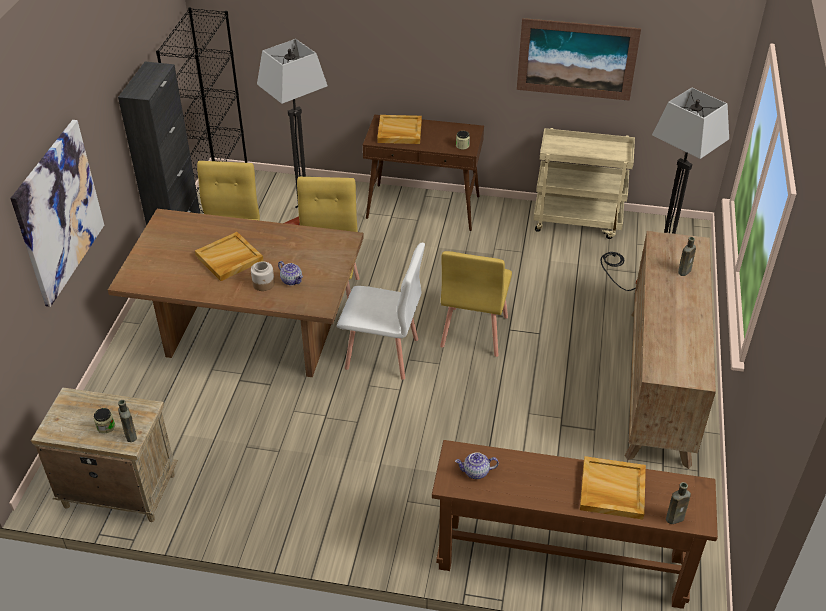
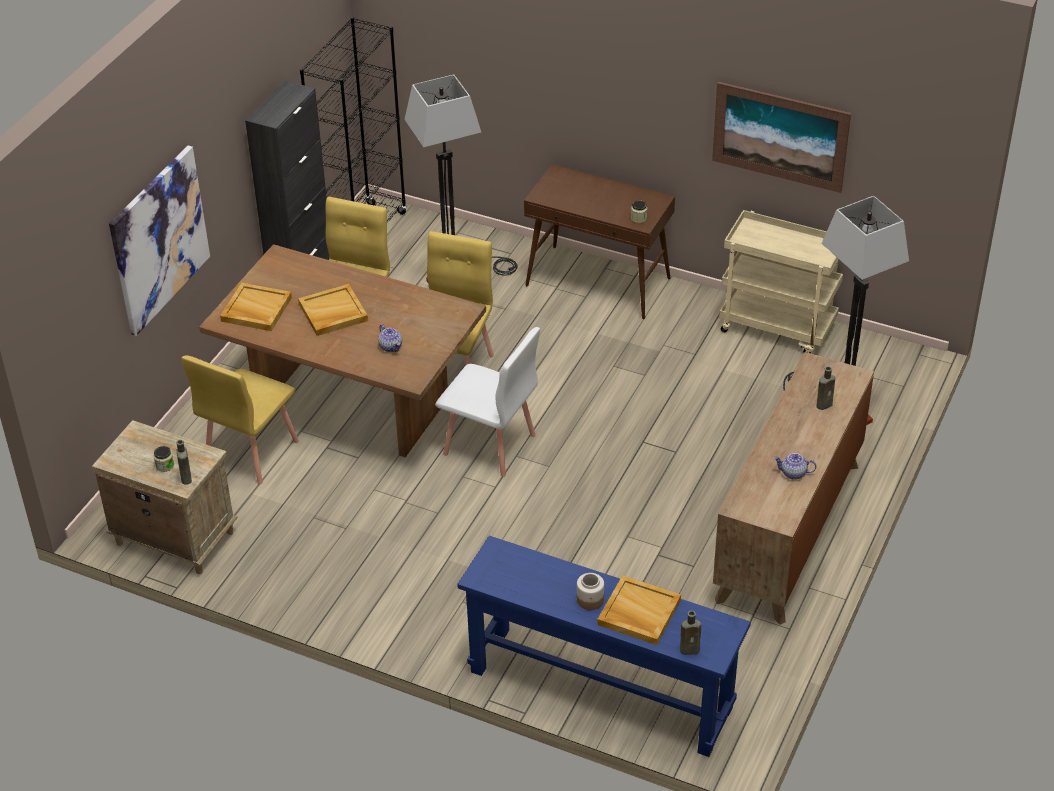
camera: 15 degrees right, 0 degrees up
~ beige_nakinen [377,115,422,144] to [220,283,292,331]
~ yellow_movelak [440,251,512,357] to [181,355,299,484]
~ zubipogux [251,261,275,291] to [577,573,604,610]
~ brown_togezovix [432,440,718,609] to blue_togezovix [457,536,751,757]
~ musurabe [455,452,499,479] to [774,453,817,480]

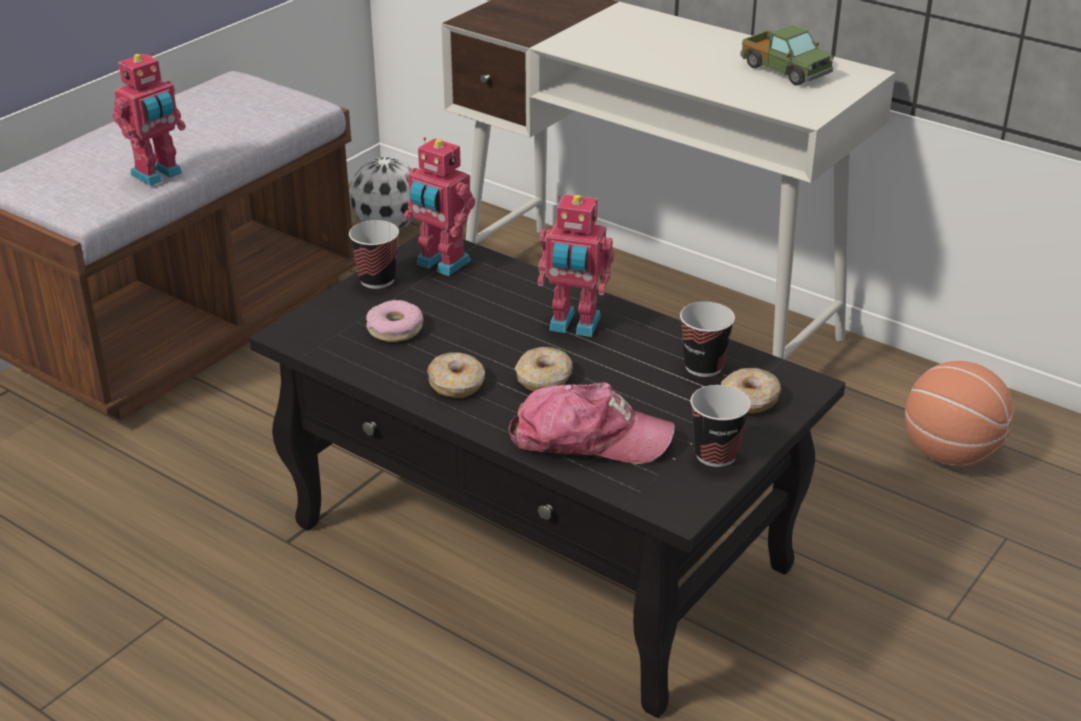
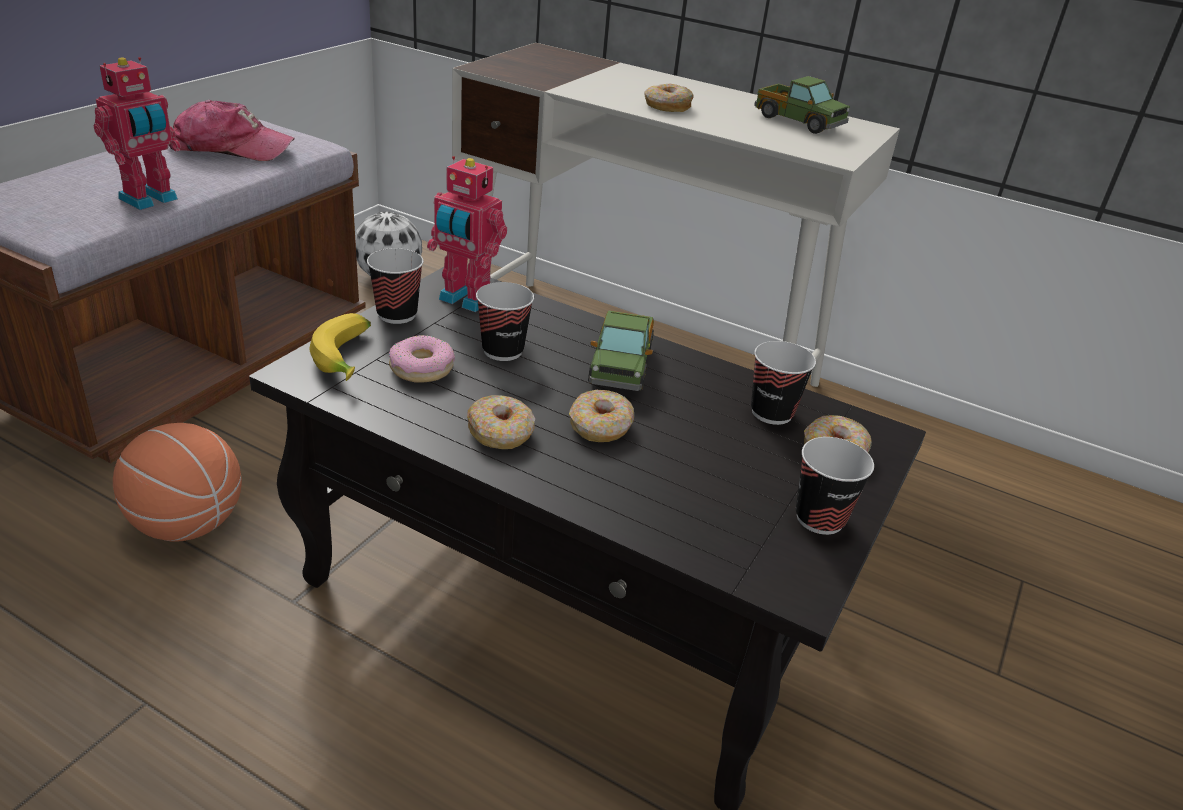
camera: 10 degrees left, 0 degrees up
~ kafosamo [538,194,614,337] to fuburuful [588,310,654,391]
~ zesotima [905,361,1014,467] to [113,423,242,542]
~ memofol [508,382,675,464] to [168,100,295,161]
+ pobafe [644,84,694,112]
+ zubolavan [476,282,534,361]
+ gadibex [309,313,371,381]

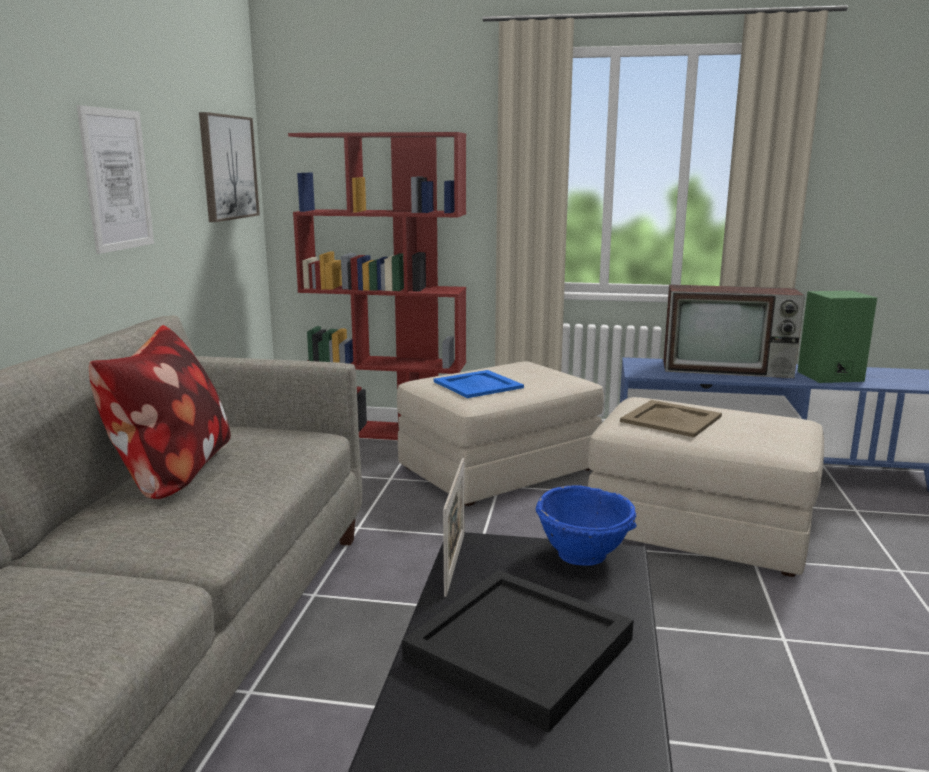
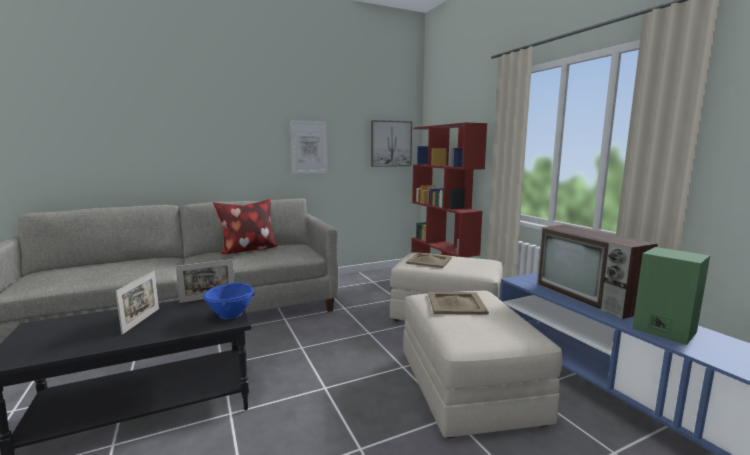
camera: 55 degrees right, 5 degrees down
~ blue_nakinen [434,370,524,398] to beige_nakinen [406,253,452,268]
~ black_nakinen [402,570,634,732] to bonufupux [115,271,159,335]

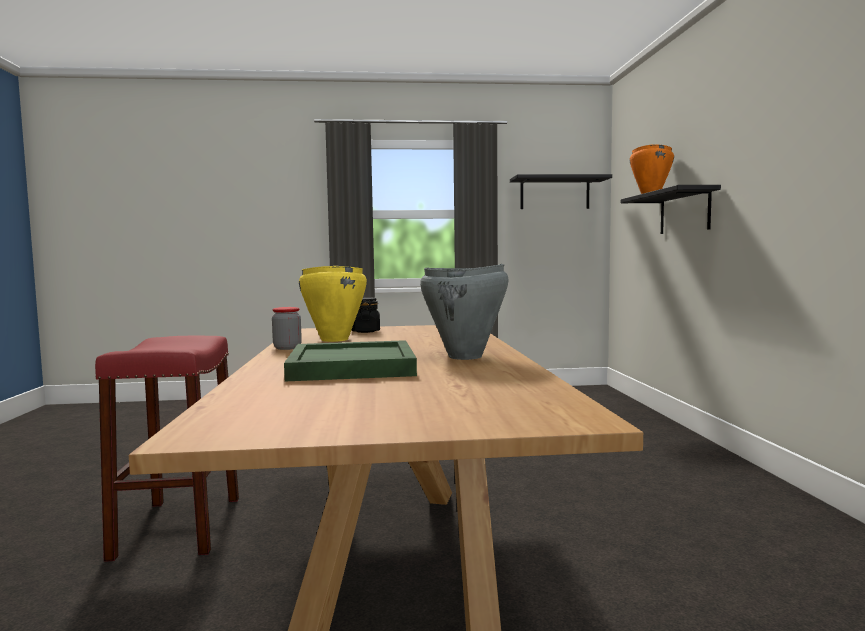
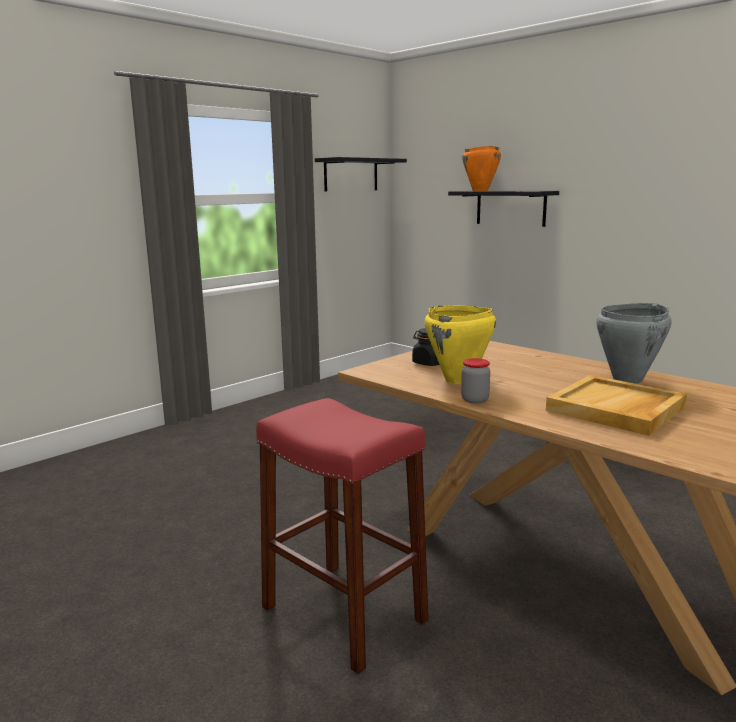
camera: 40 degrees left, 10 degrees up
~ green_nakinen [284,340,417,381] to beige_nakinen [546,375,687,436]

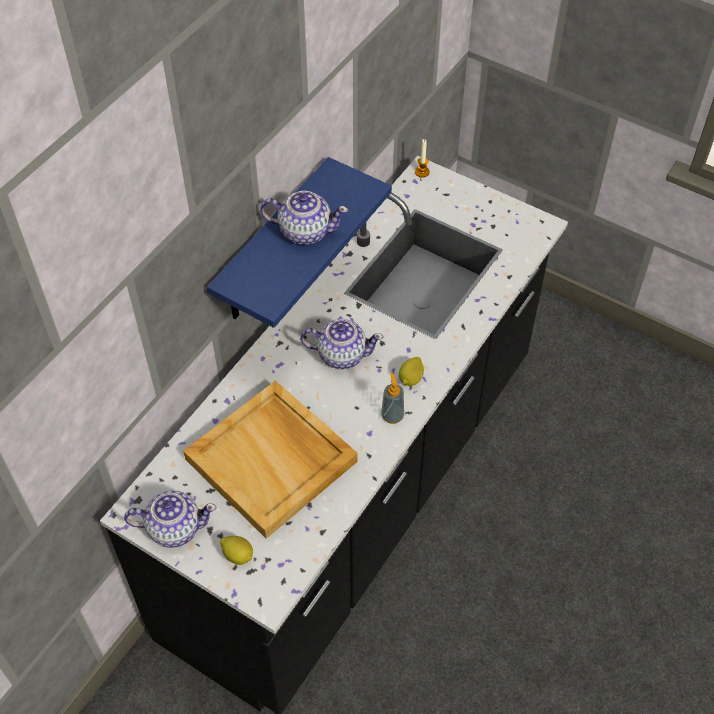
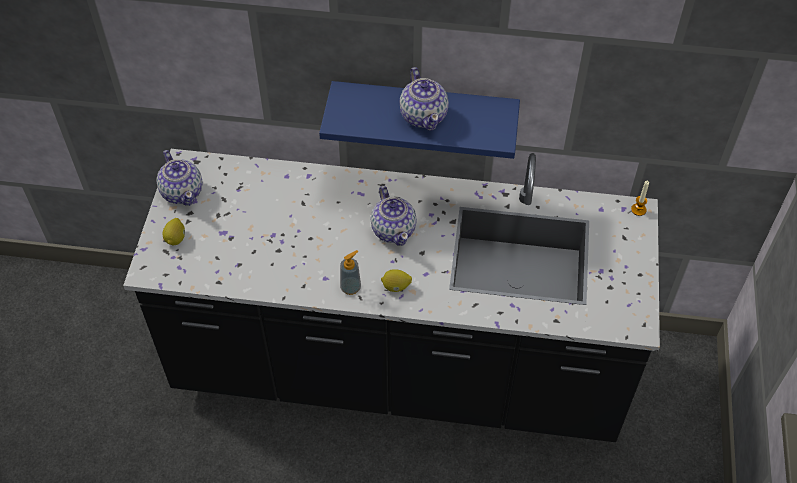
camera: 65 degrees right, 0 degrees up
- beige_nakinen [183,380,358,539]

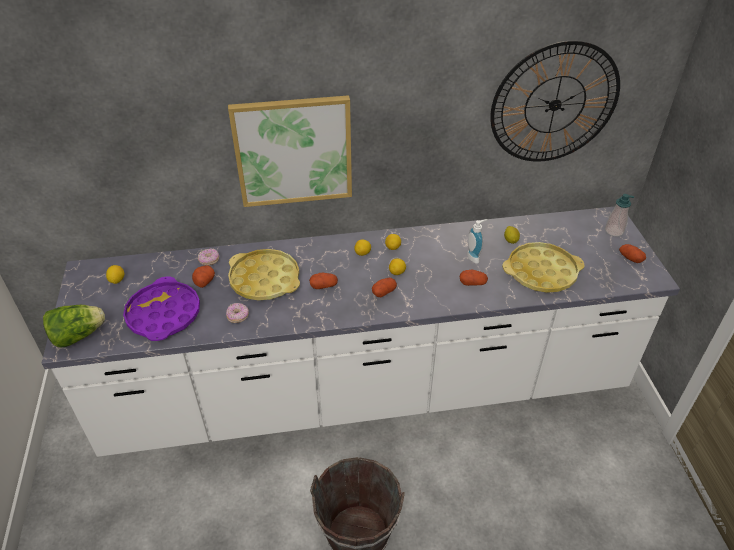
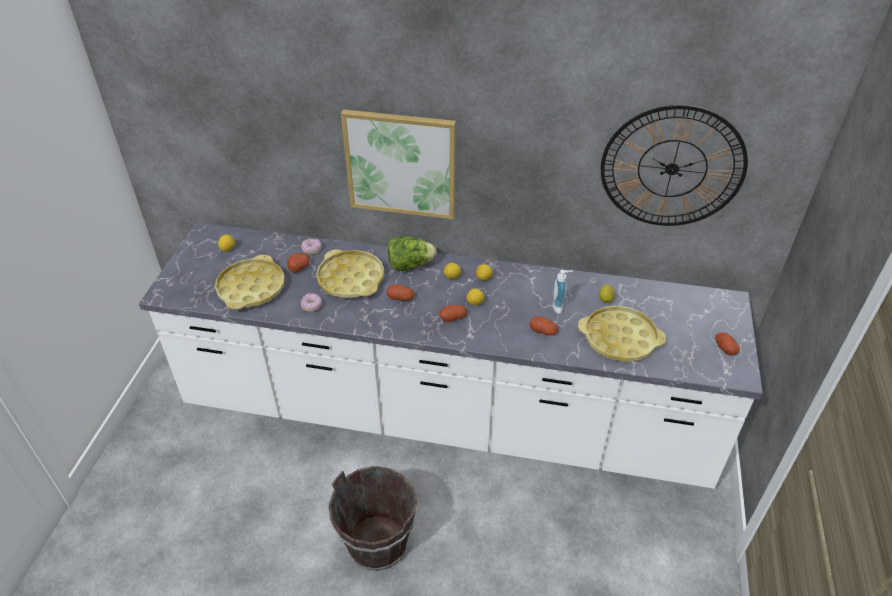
camera: 20 degrees right, 0 degrees up
- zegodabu [605,194,634,236]
~ purple_nakinen [123,277,200,341] to yellow_nakinen [215,255,285,309]
~ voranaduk [43,305,105,348] to [388,237,437,271]

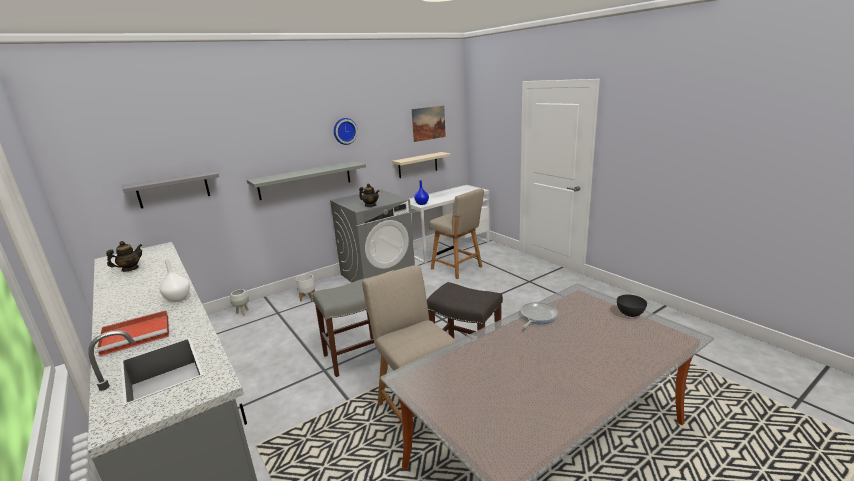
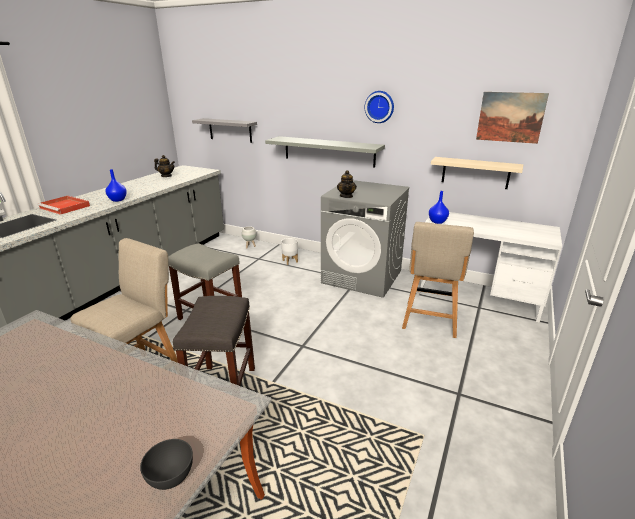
camera: 60 degrees right, 5 degrees up
~ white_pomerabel [159,259,190,302] to blue_pomerabel [105,169,127,202]
- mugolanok [520,302,558,328]

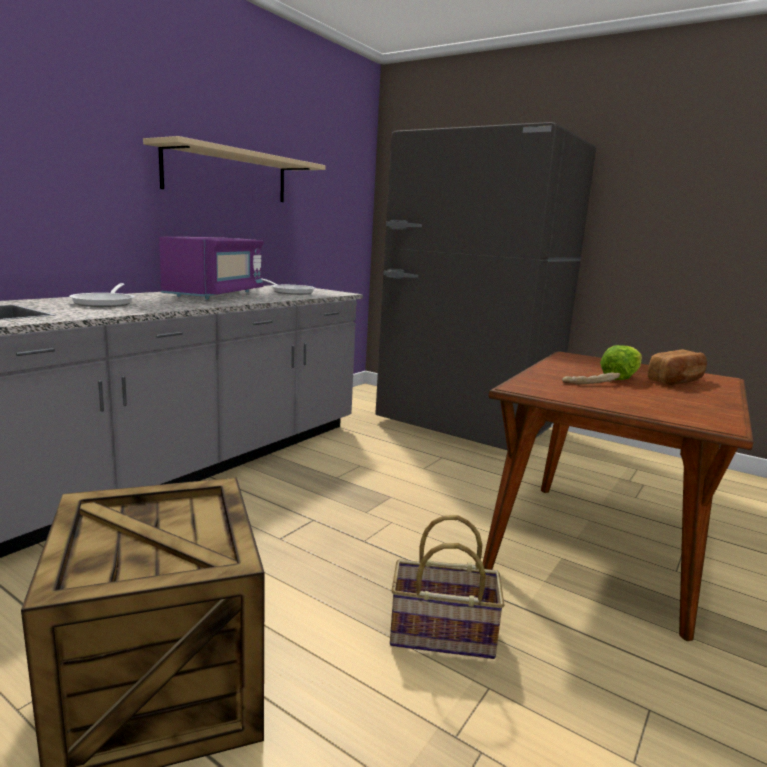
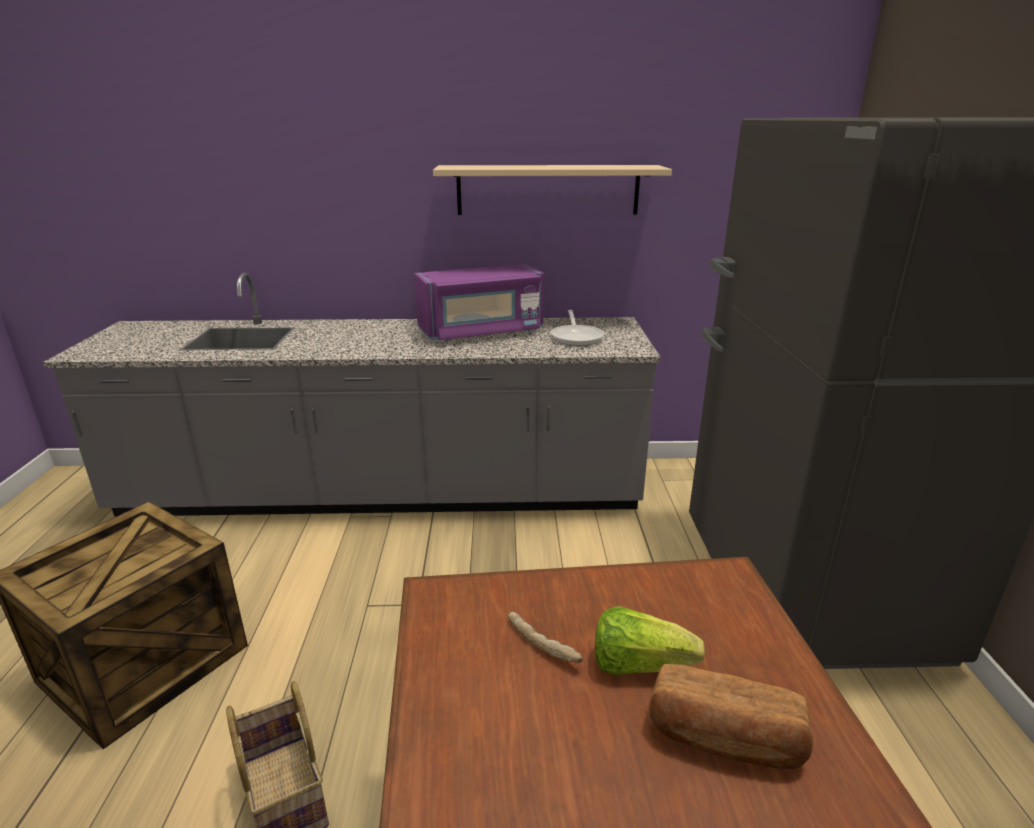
camera: 55 degrees right, 10 degrees up
- mugolanok [69,283,134,307]

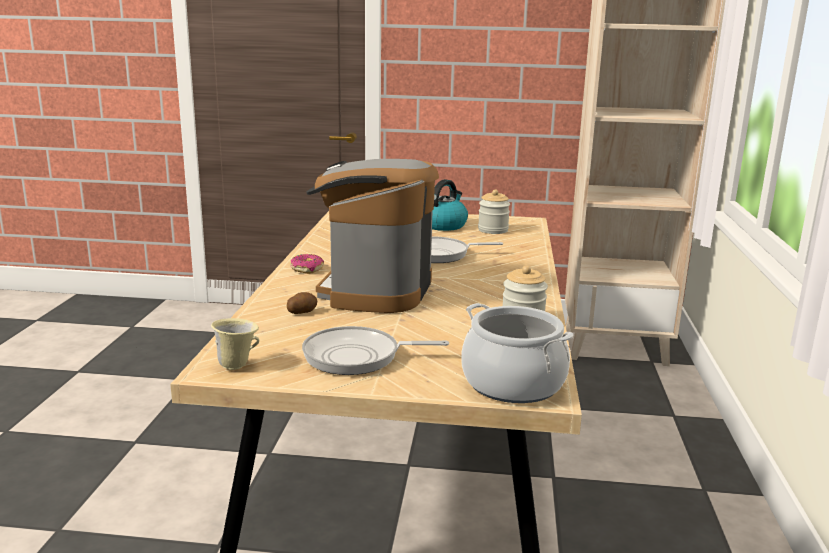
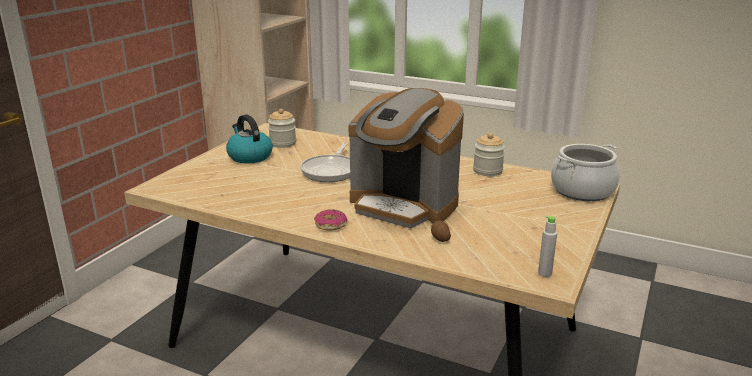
camera: 70 degrees left, 5 degrees up
~ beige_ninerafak [211,318,259,370] to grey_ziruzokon [538,216,557,277]
- mugolanok [302,326,449,375]

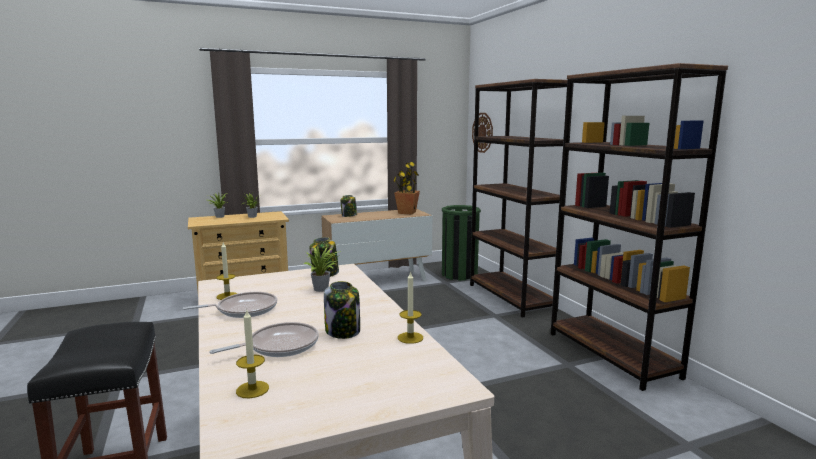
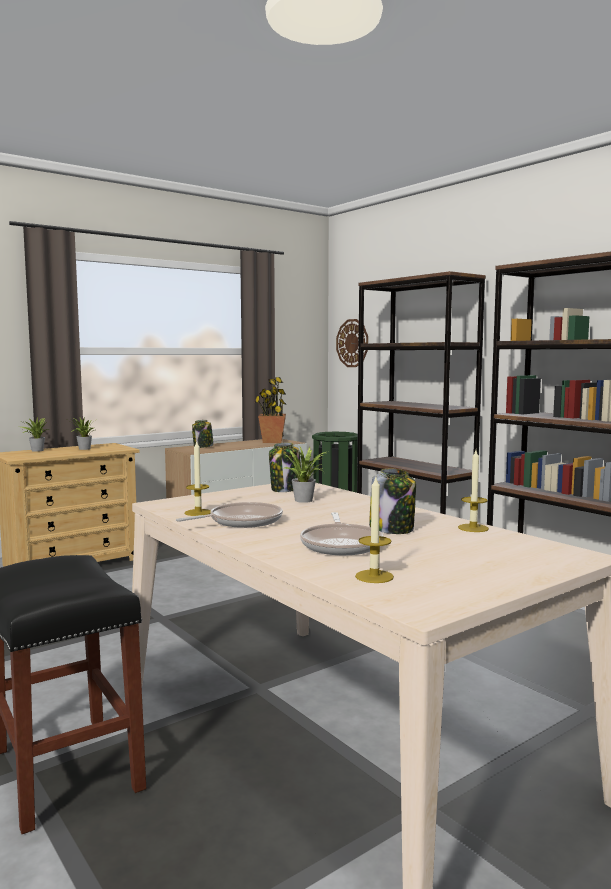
camera: 15 degrees left, 5 degrees down
~ mugolanok [209,322,319,357] = [300,512,383,556] 135 degrees clockwise

